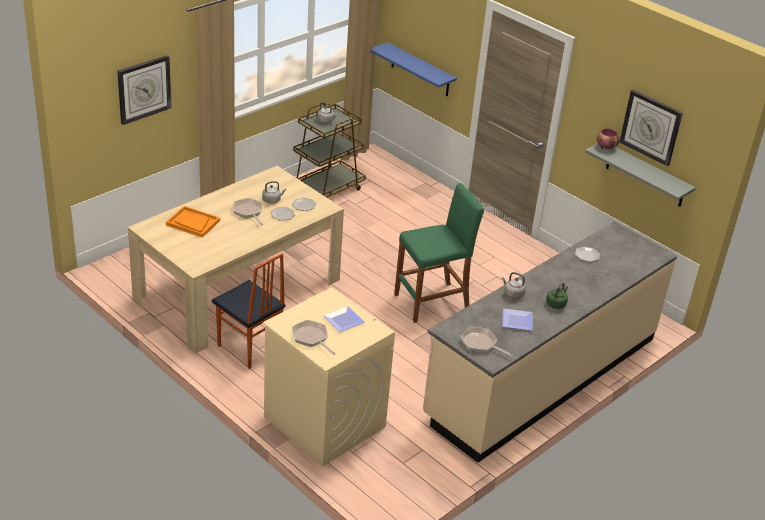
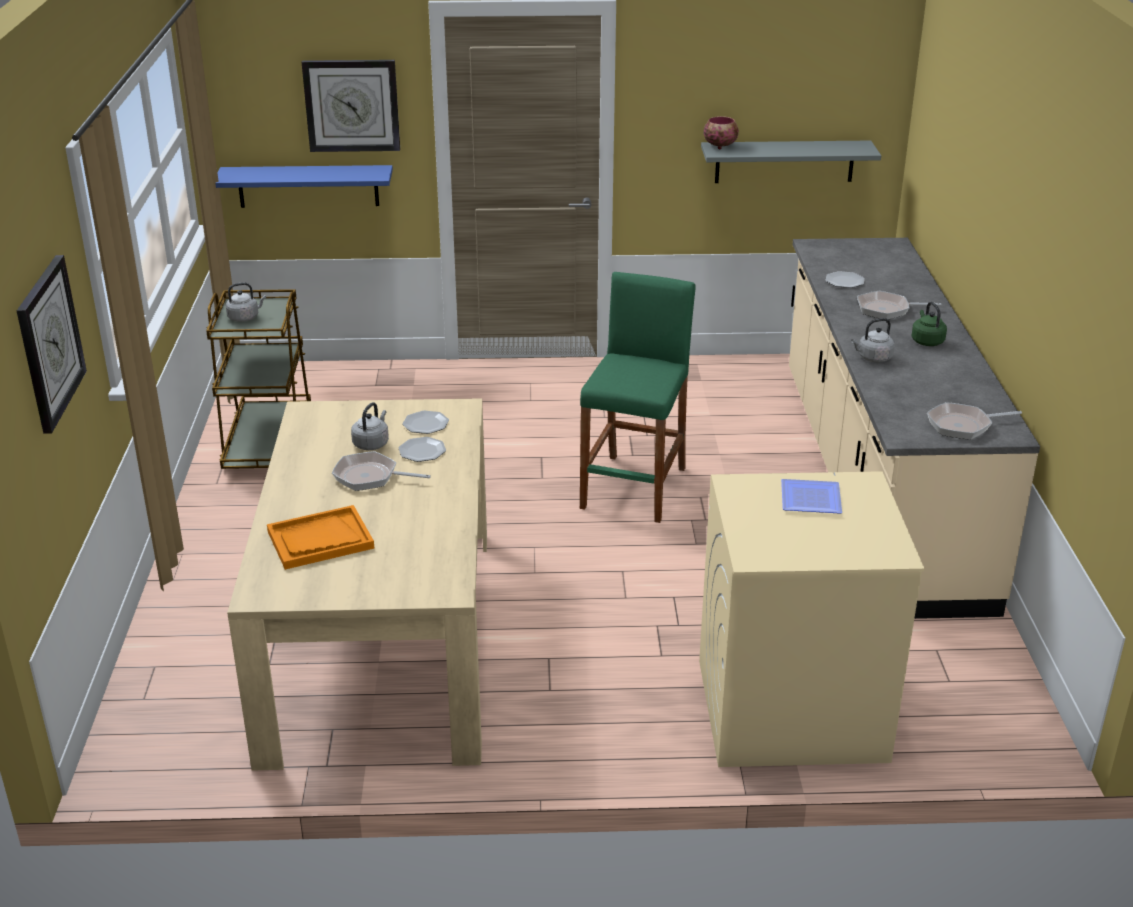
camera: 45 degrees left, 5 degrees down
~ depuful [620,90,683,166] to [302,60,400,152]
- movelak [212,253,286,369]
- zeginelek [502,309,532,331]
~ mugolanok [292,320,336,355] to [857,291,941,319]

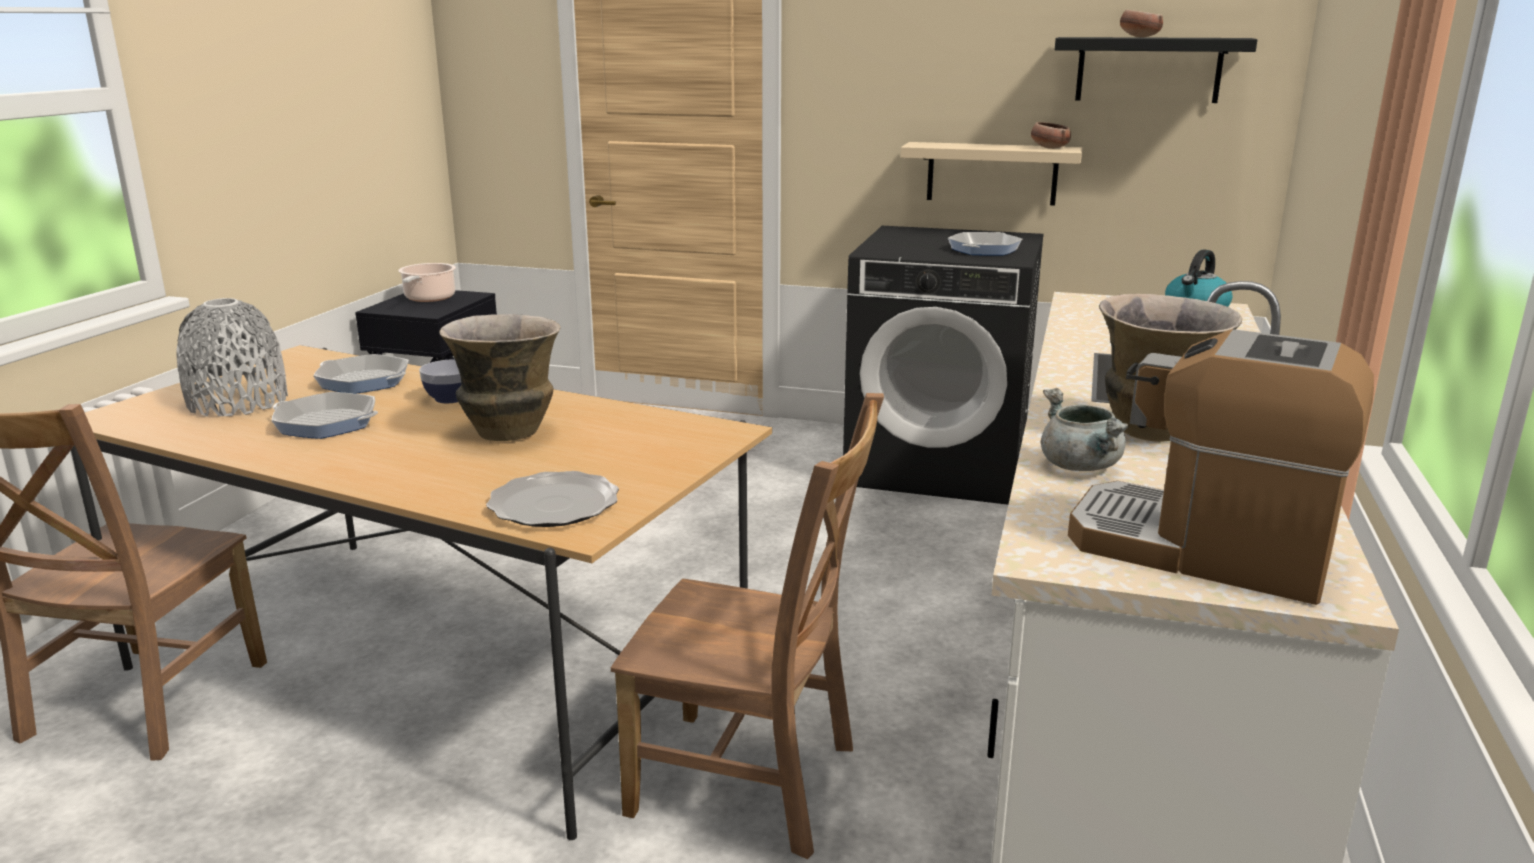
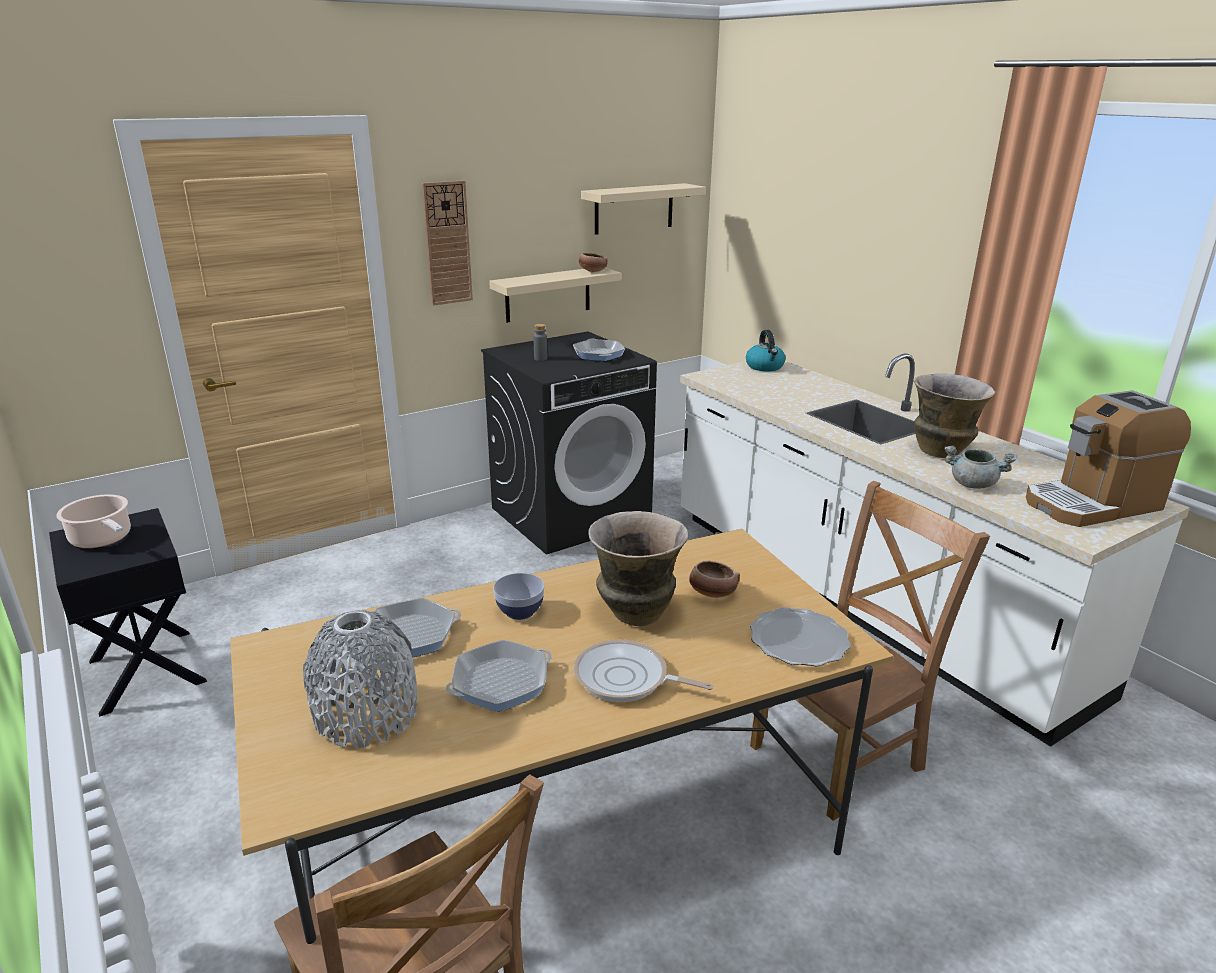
camera: 50 degrees left, 5 degrees up
~ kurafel [1120,10,1163,37] to [689,561,740,598]
~ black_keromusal [1055,37,1257,103] to beige_keromusal [581,183,706,235]
+ depuful [422,180,473,306]
+ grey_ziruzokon [533,324,547,361]
+ mugolanok [574,640,713,702]

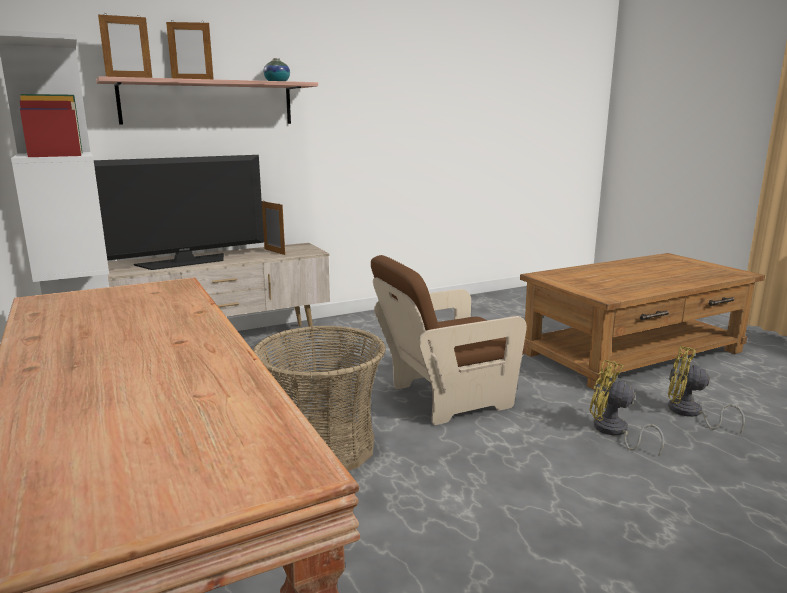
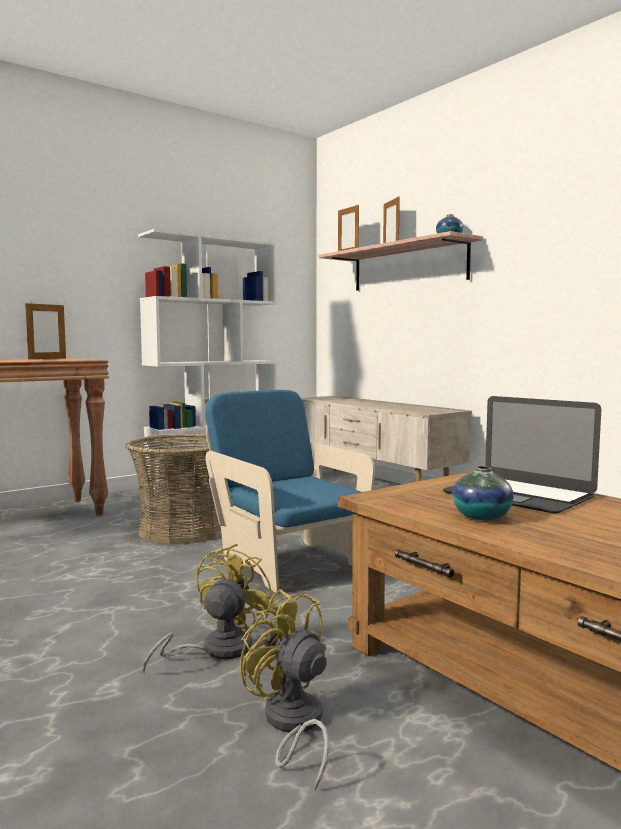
camera: 80 degrees right, 10 degrees down
- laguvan [94,155,264,270]
~ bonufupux [262,201,285,255] to [25,303,66,359]
~ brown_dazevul [371,255,527,425] to blue_dazevul [205,390,375,592]
~ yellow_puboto [668,346,745,434] = [240,589,329,790] 60 degrees counterclockwise
+ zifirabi [443,396,601,514]
+ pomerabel [453,466,513,520]

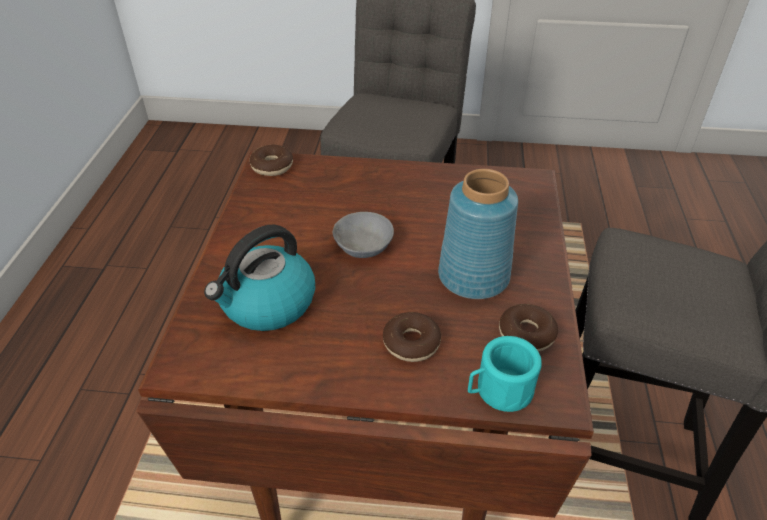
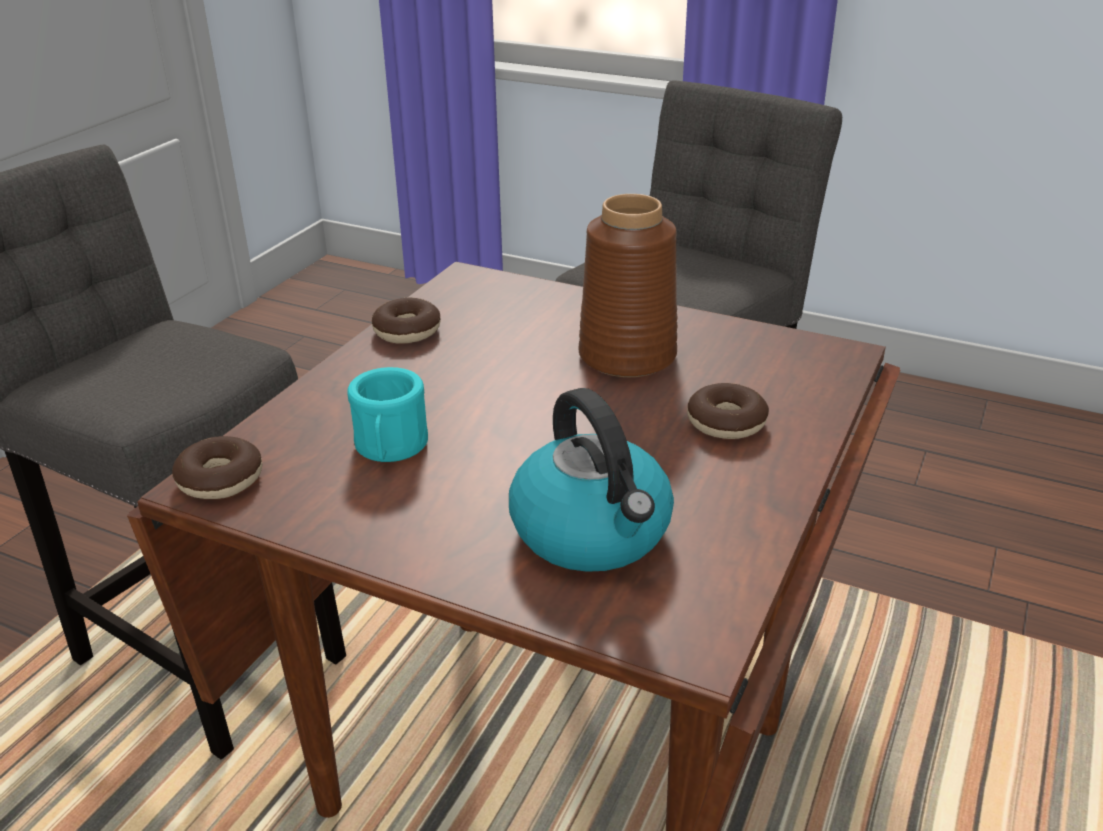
camera: 70 degrees left, 10 degrees down
~ blue_pomerabel [438,169,518,299] to brown_pomerabel [579,194,677,377]
- grey_kurafel [333,212,394,258]
~ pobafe [499,304,558,352] to [372,297,441,344]
~ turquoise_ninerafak [468,336,542,412] to [347,367,428,462]

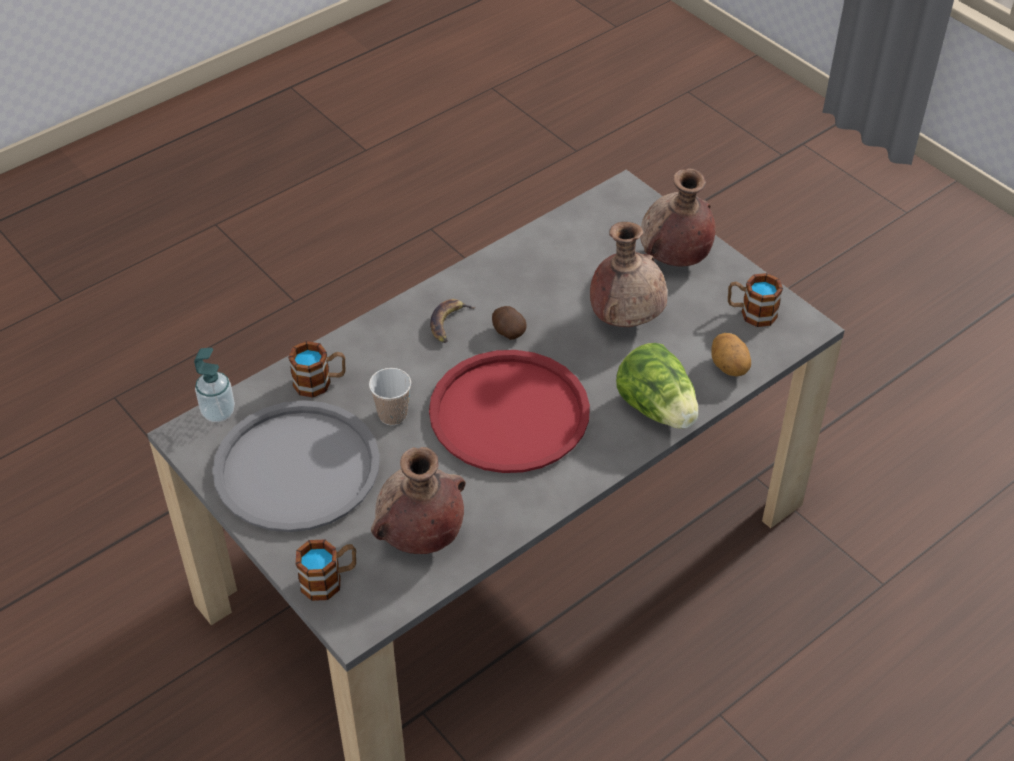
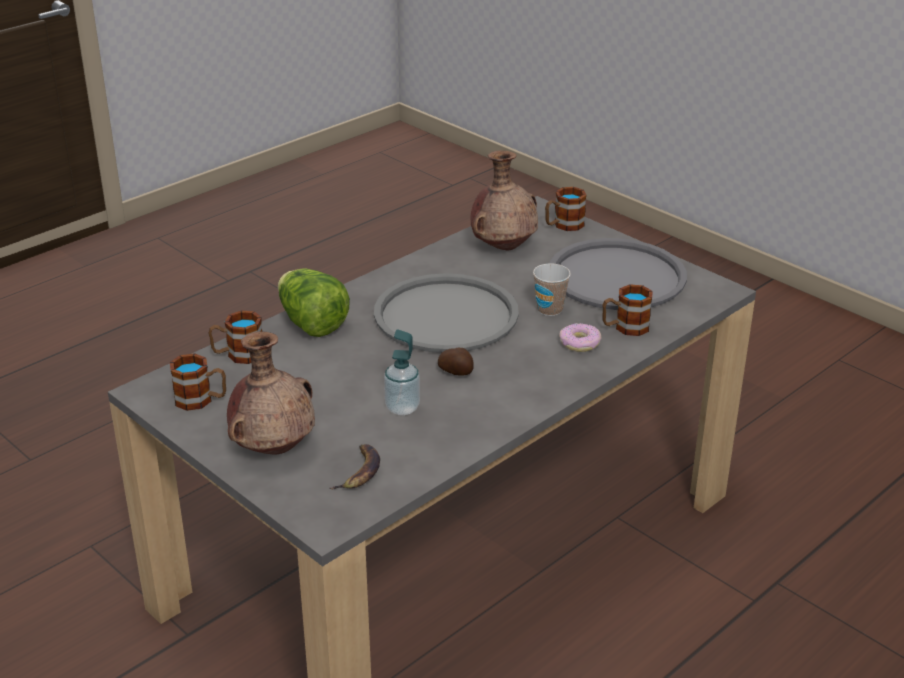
camera: 175 degrees right, 15 degrees down
- brown_pomerabel [590,222,667,327]
~ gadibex [430,299,476,343] to [330,444,380,490]
~ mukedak [711,333,751,377] to ninerafak [209,310,262,364]
~ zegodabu [194,348,235,422] to [384,329,420,415]
~ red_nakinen [429,350,590,473] to grey_nakinen [374,273,519,353]
+ pobafe [559,323,601,352]

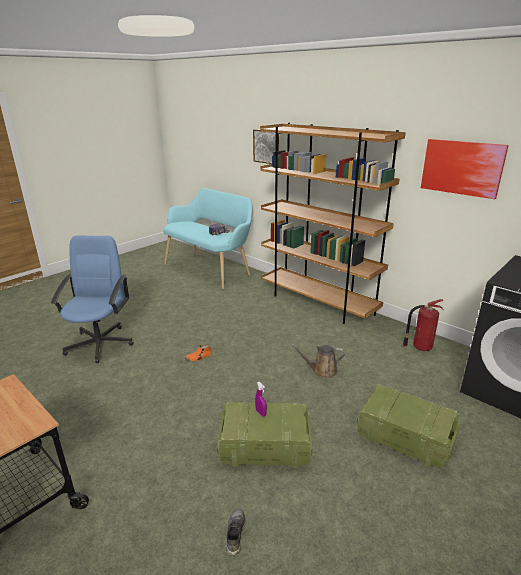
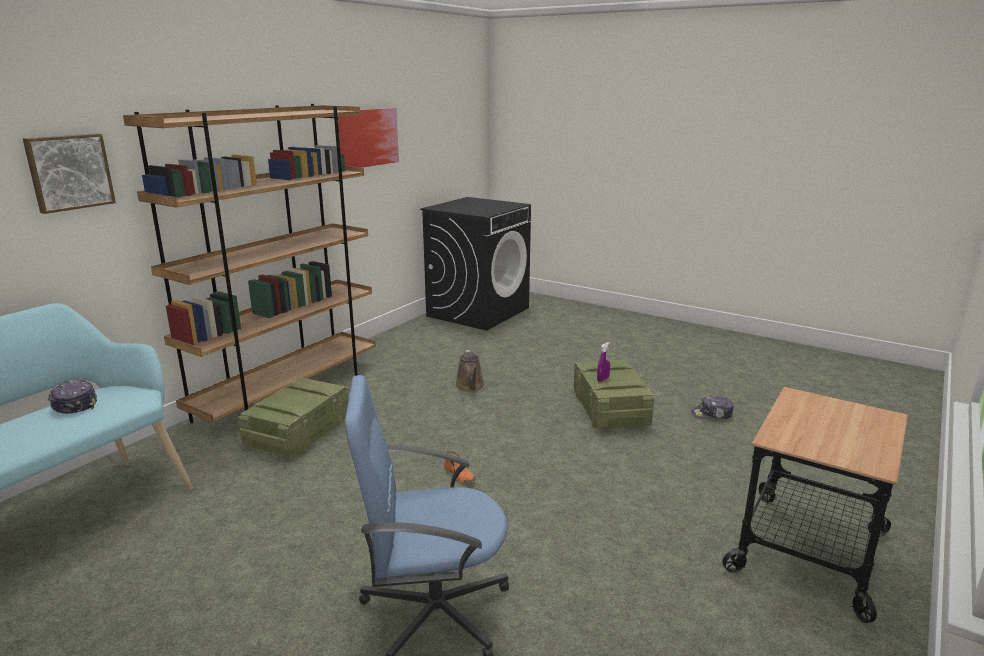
camera: 100 degrees left, 5 degrees down
- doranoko [403,299,444,351]
~ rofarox [357,384,460,469] to [238,377,349,458]
~ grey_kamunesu [226,509,245,556] to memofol [691,395,734,419]

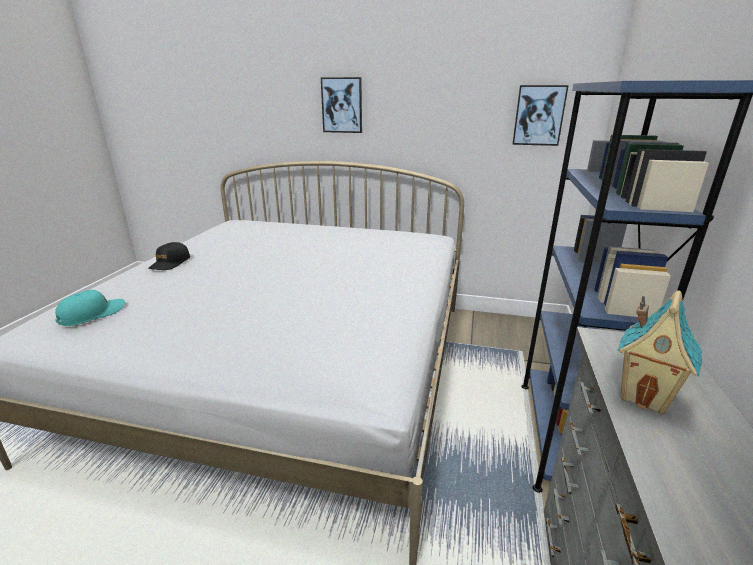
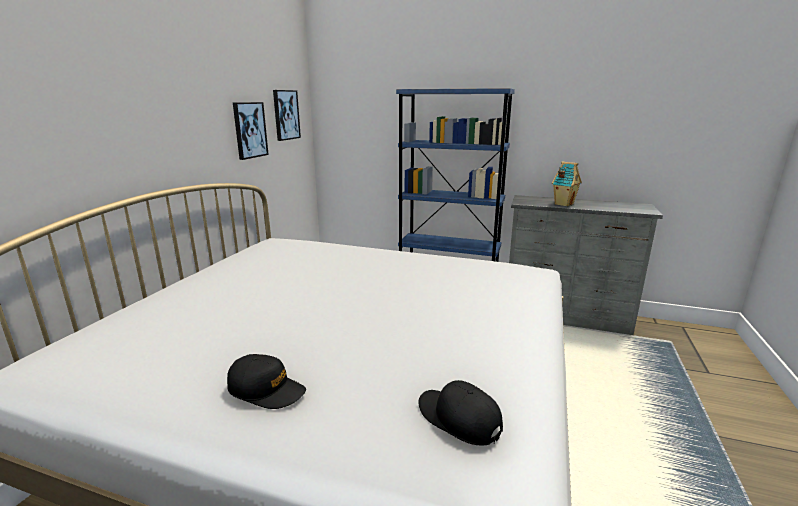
camera: 85 degrees left, 5 degrees down
~ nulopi [321,77,362,133] to [233,102,269,160]
~ turquoise_memofol [55,290,125,326] to black_memofol [419,380,503,445]

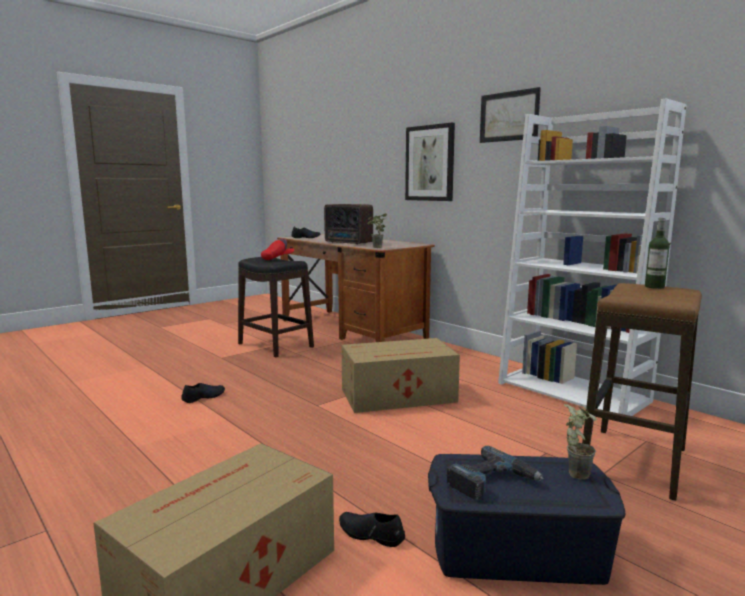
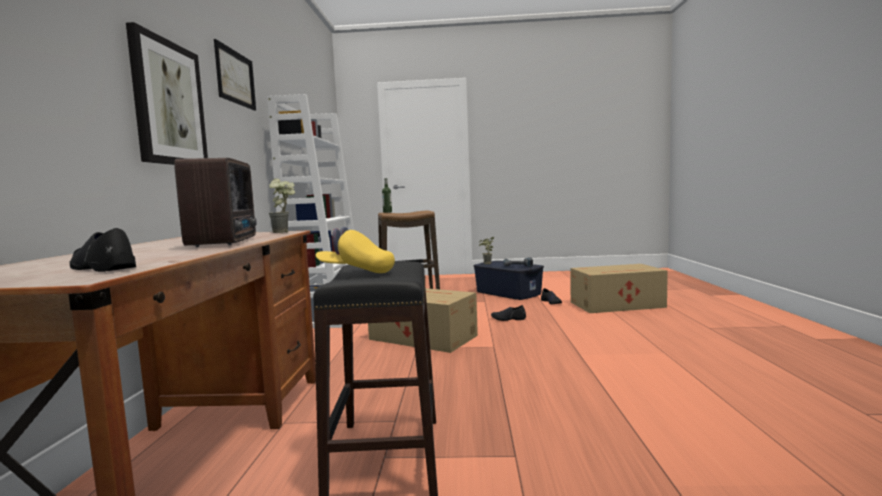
camera: 135 degrees left, 5 degrees down
~ red_memofol [261,238,295,260] to yellow_memofol [316,227,395,273]
~ black_kamunesu [182,383,225,403] to [491,305,526,321]

